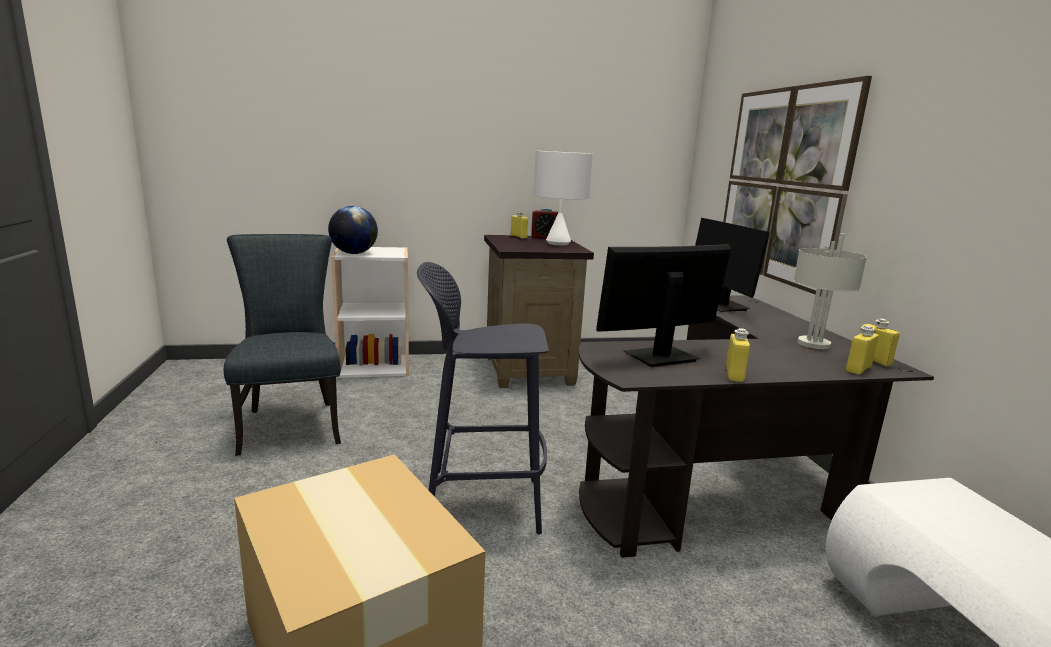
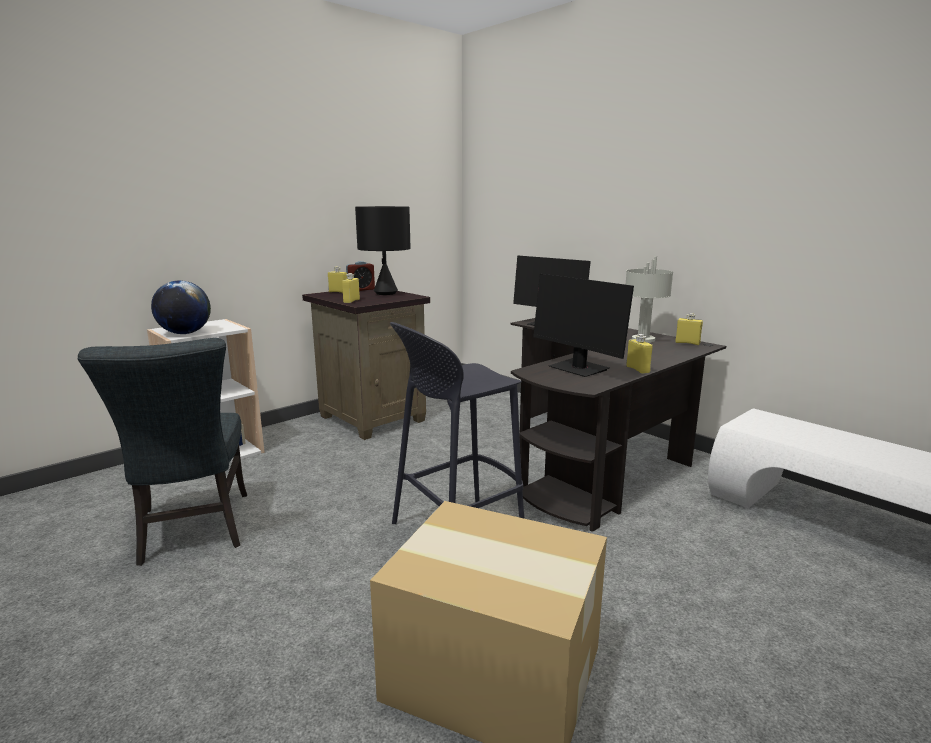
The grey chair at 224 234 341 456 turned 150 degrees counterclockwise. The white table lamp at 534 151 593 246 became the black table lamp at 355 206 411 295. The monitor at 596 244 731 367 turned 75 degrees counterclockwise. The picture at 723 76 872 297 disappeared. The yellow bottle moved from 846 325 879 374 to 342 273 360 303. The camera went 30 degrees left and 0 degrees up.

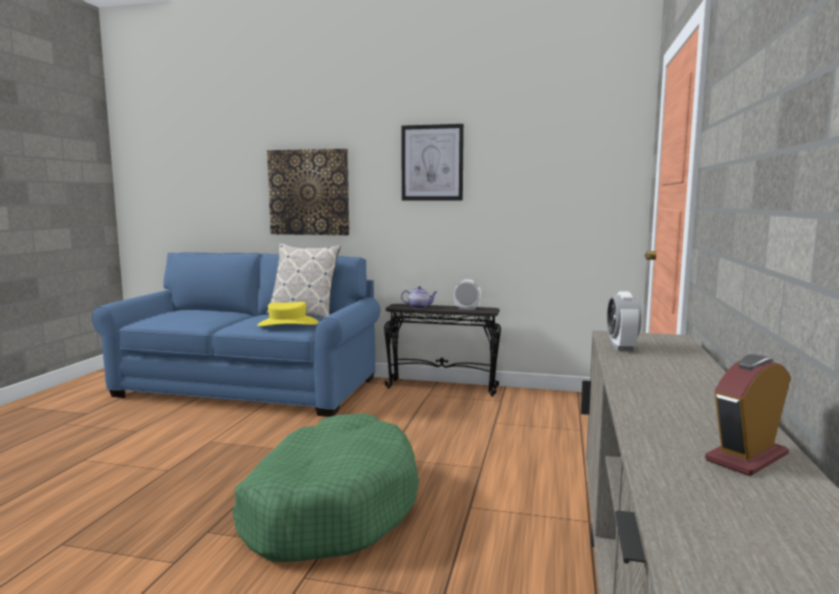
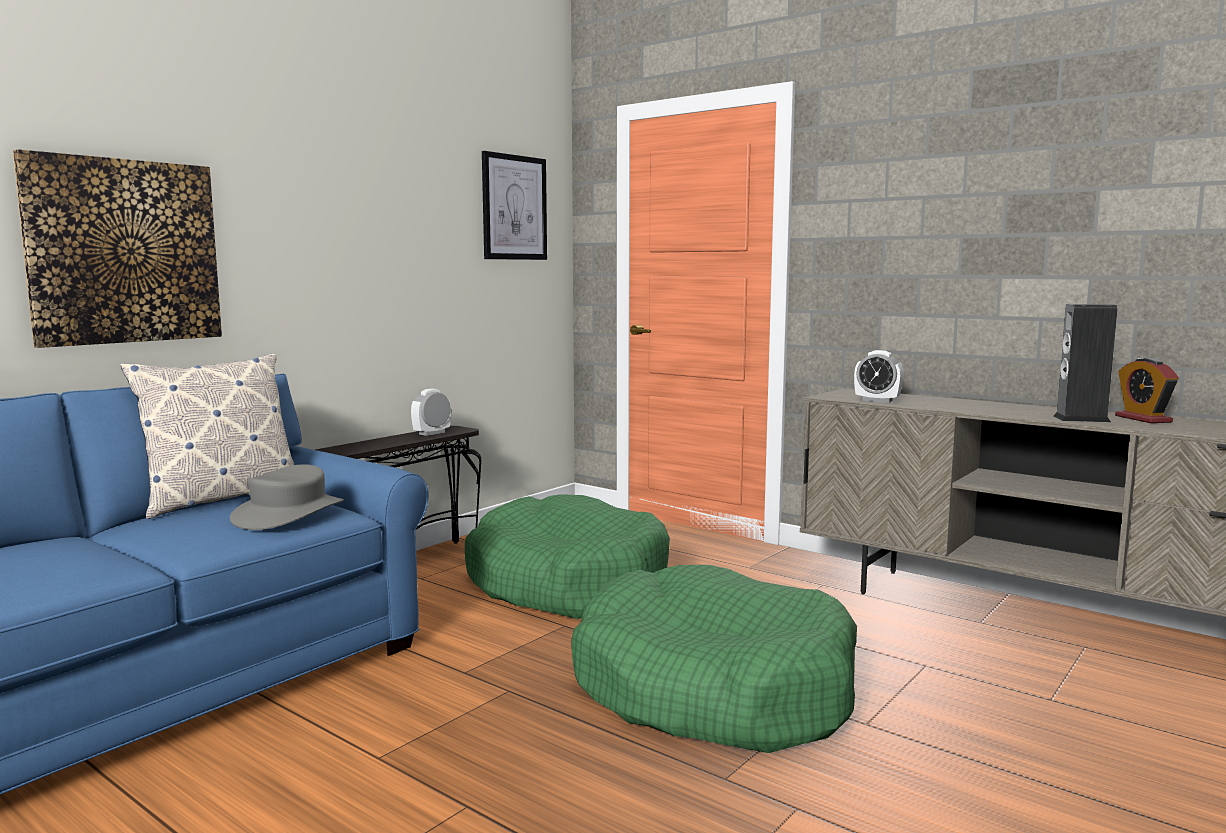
The yellow hat at 257 302 318 326 became the grey hat at 230 464 344 530. The picture moved from 401 124 464 200 to 482 151 547 260. The teapot at 401 286 437 309 disappeared. The green dog bed at 465 494 670 619 appeared. The speaker at 1054 304 1118 422 appeared. The camera went 65 degrees left and 0 degrees up.

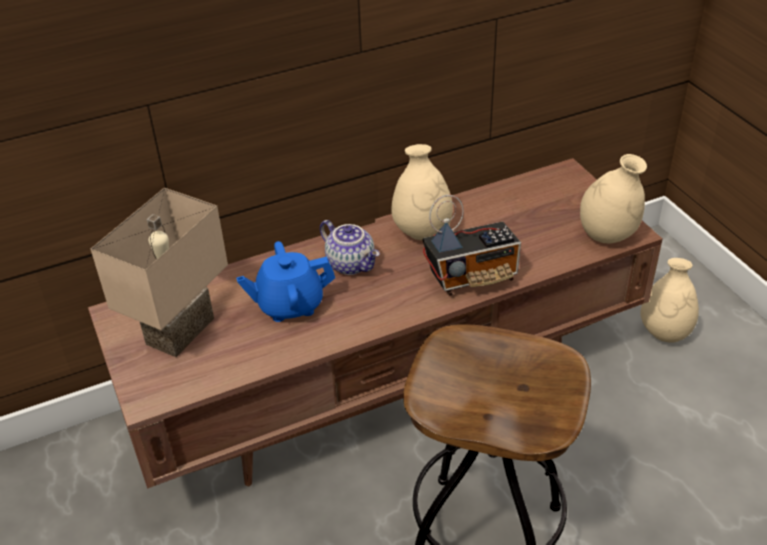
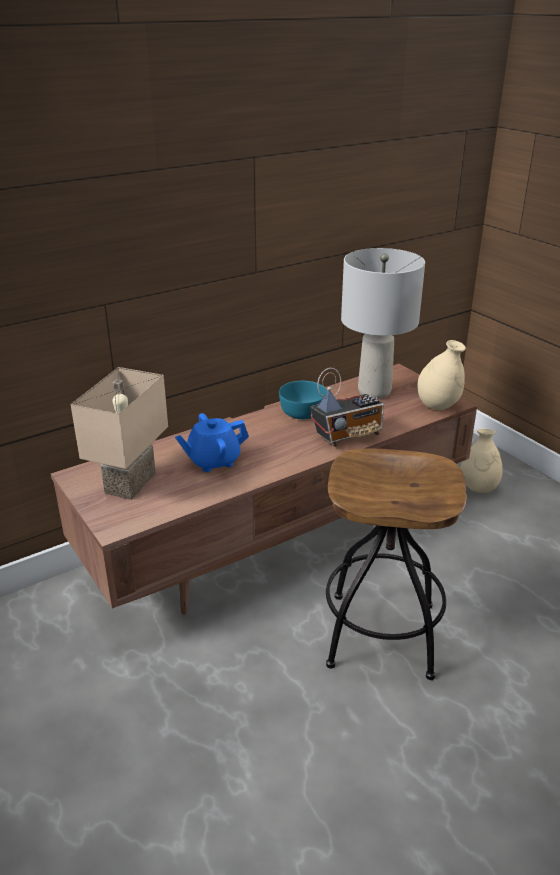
The teapot at 320 220 380 275 disappeared. The beige vase at 391 144 453 240 was replaced by the turquoise bowl at 279 381 327 419. The grey table lamp at 341 248 425 399 appeared. The camera went 10 degrees left and 10 degrees down.

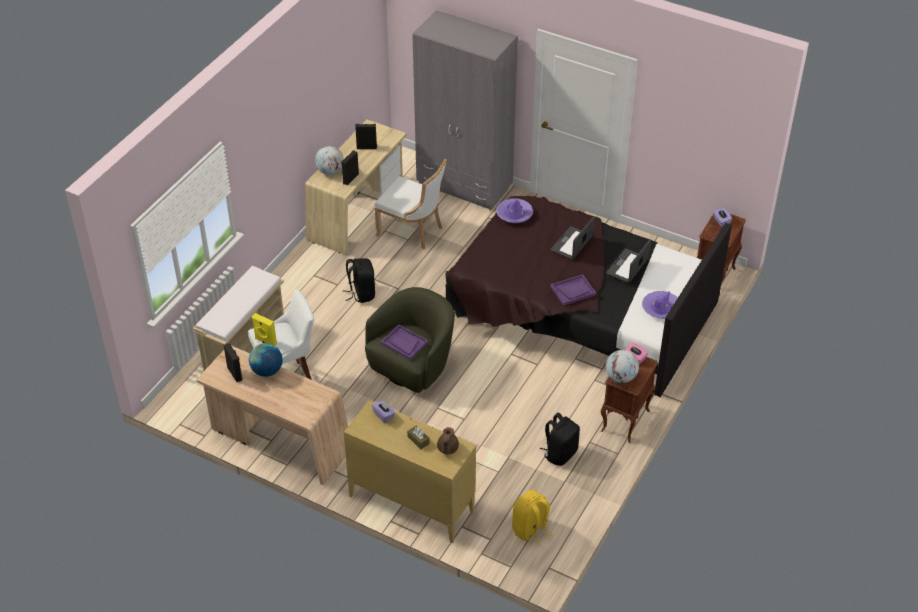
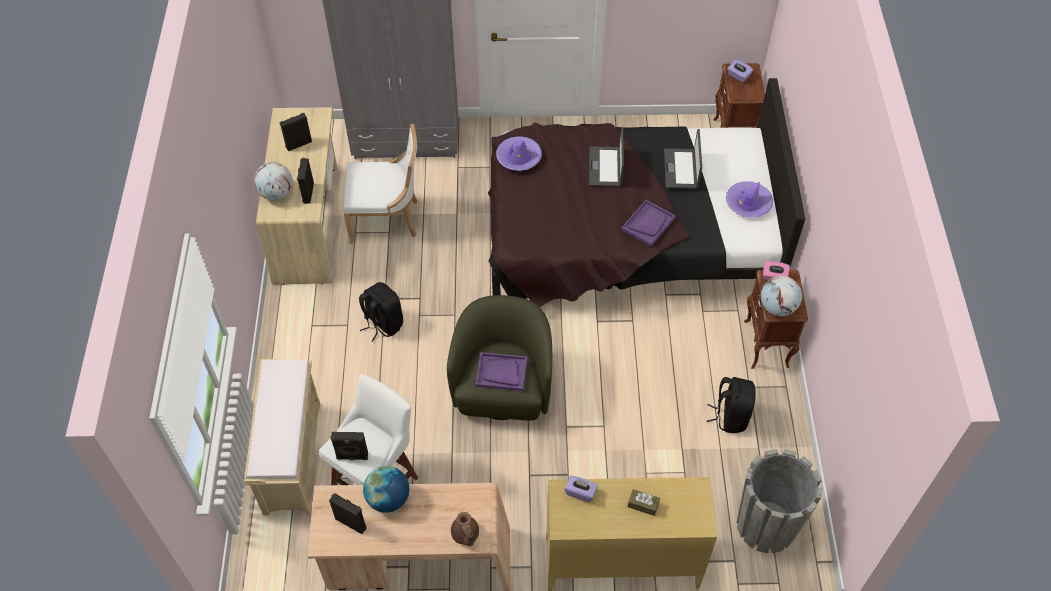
The yellow speaker at 252 313 277 346 became the black speaker at 330 432 368 460. The brown teapot moved from 437 427 459 454 to 451 512 479 546. The yellow backpack at 512 490 552 546 was replaced by the grey planter at 737 449 823 553. The camera went 30 degrees left and 10 degrees up.

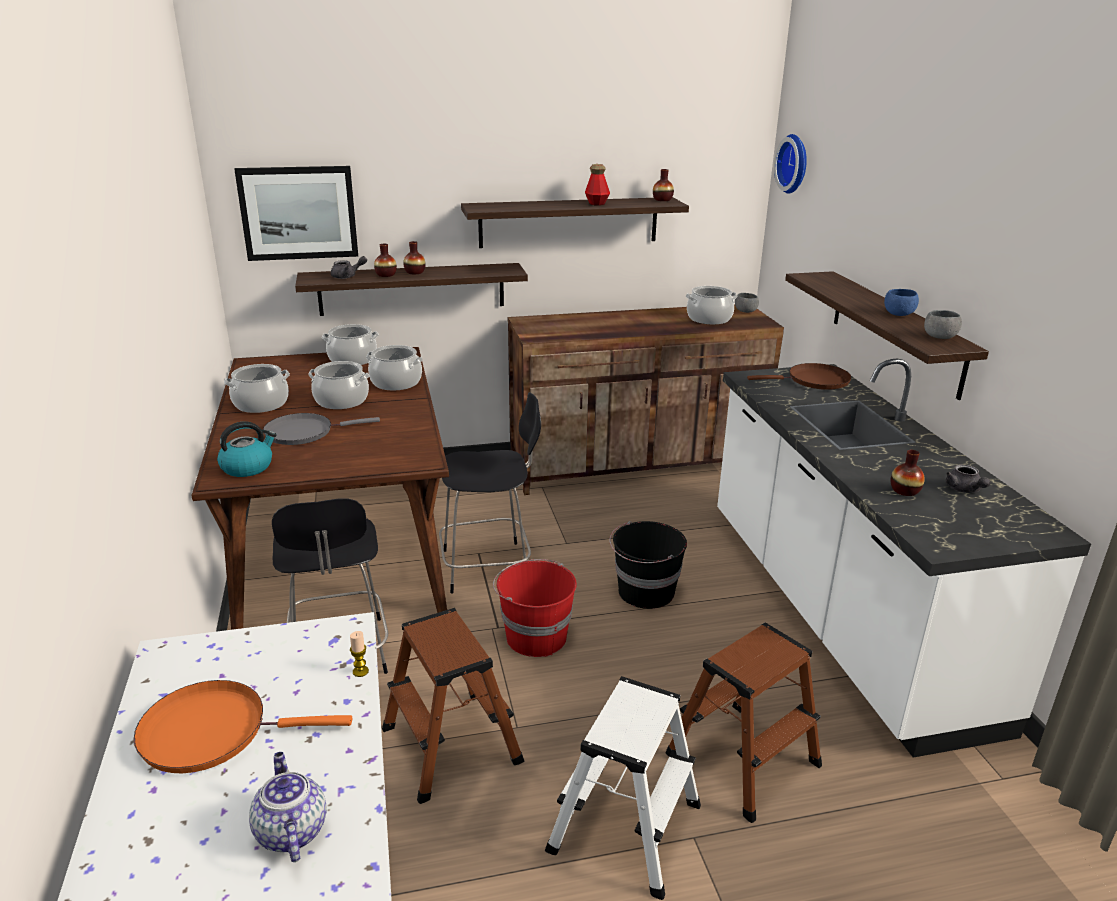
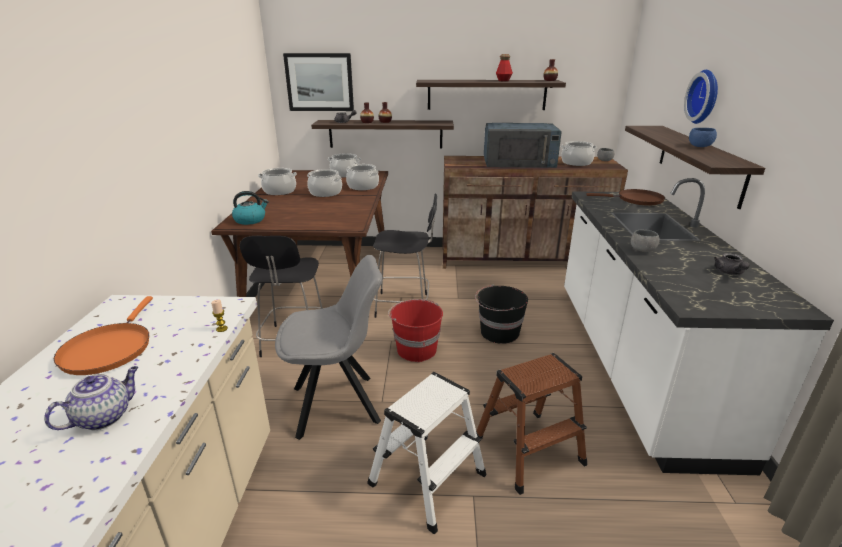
The orange frying pan at 134 680 352 773 turned 105 degrees counterclockwise. The teapot at 249 752 326 862 turned 45 degrees clockwise. The grey frying pan at 263 413 380 445 disappeared. The brown step ladder at 382 608 524 804 was replaced by the grey chair at 275 255 383 440. The wall clock moved from 774 134 807 194 to 684 70 718 124. The vase at 890 450 925 496 disappeared. The grey bowl moved from 924 310 962 339 to 631 229 660 252. The blue microwave at 484 123 562 168 appeared. The camera went 15 degrees right and 0 degrees up.

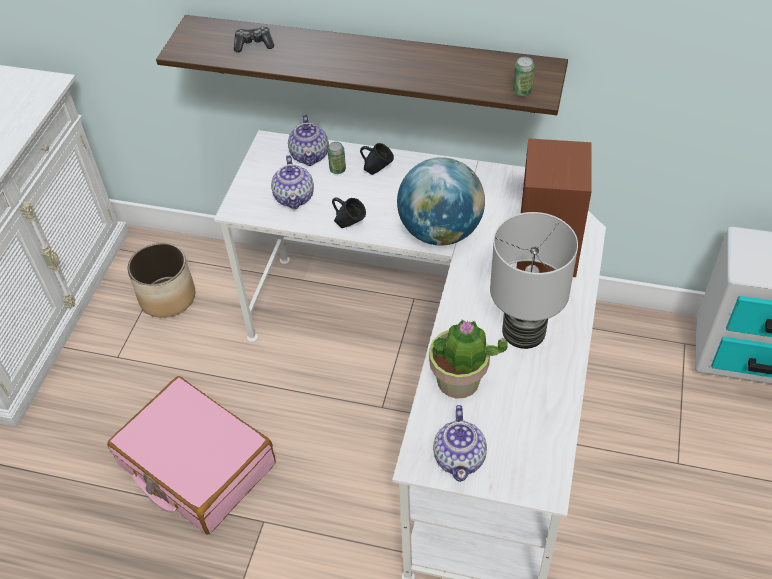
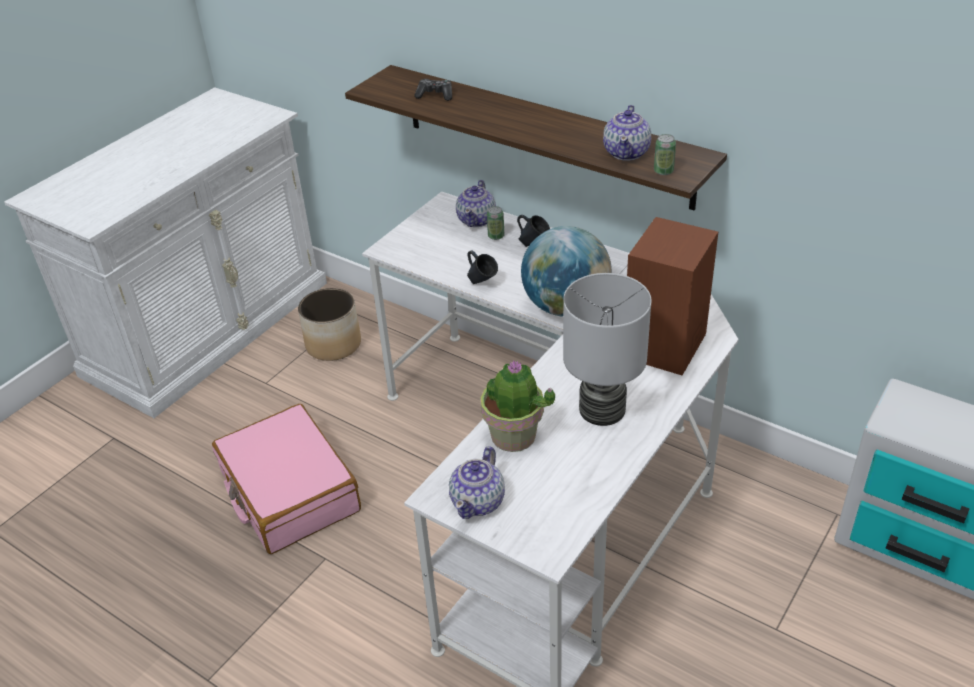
The teapot moved from 271 155 314 209 to 603 105 651 161. The camera went 20 degrees right and 10 degrees down.

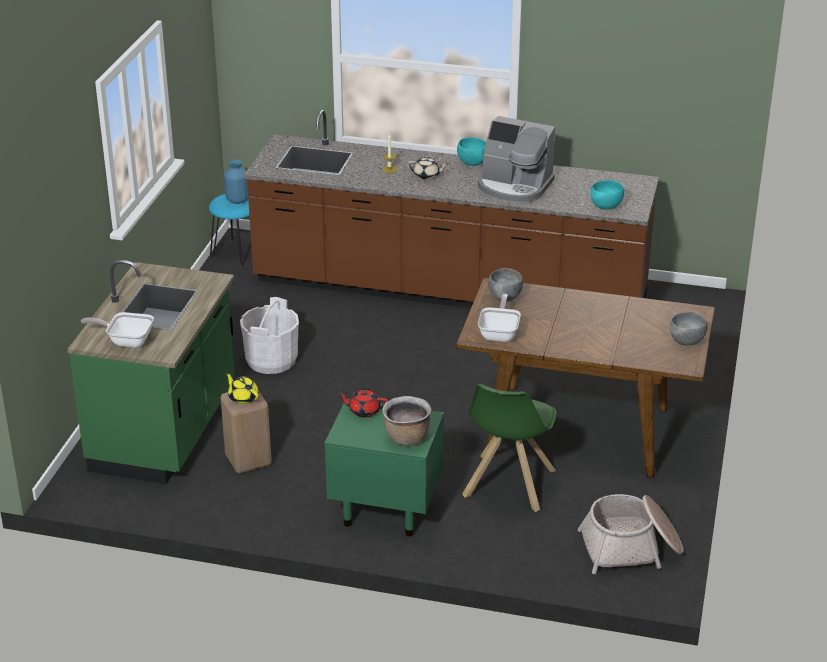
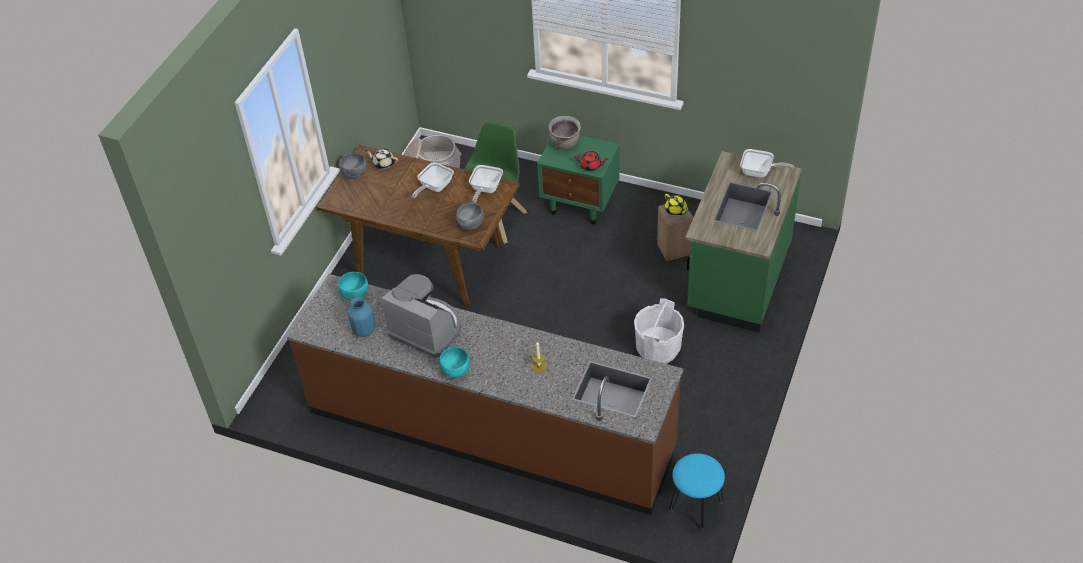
The blue vase moved from 224 159 249 204 to 348 297 376 337. The beige teapot moved from 407 157 449 180 to 365 149 398 169. The frying pan at 412 162 454 198 appeared. The camera went 170 degrees left and 15 degrees up.

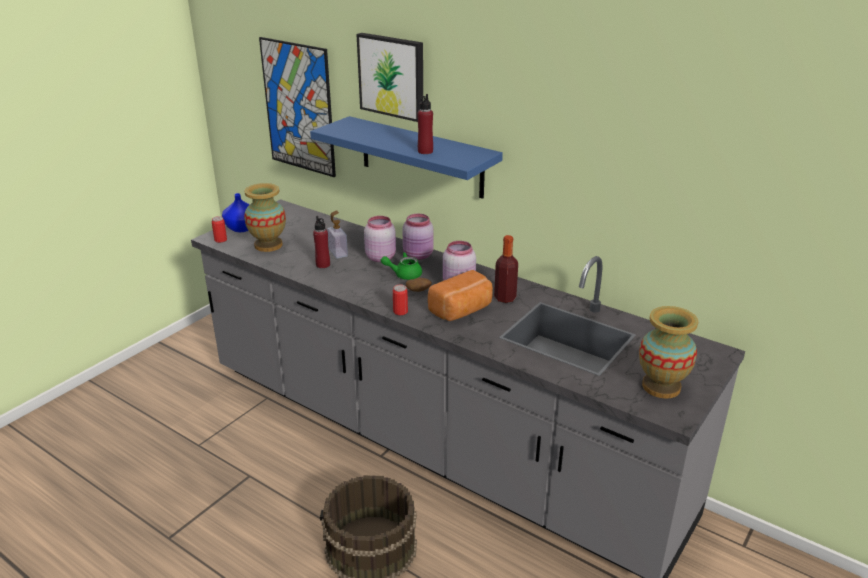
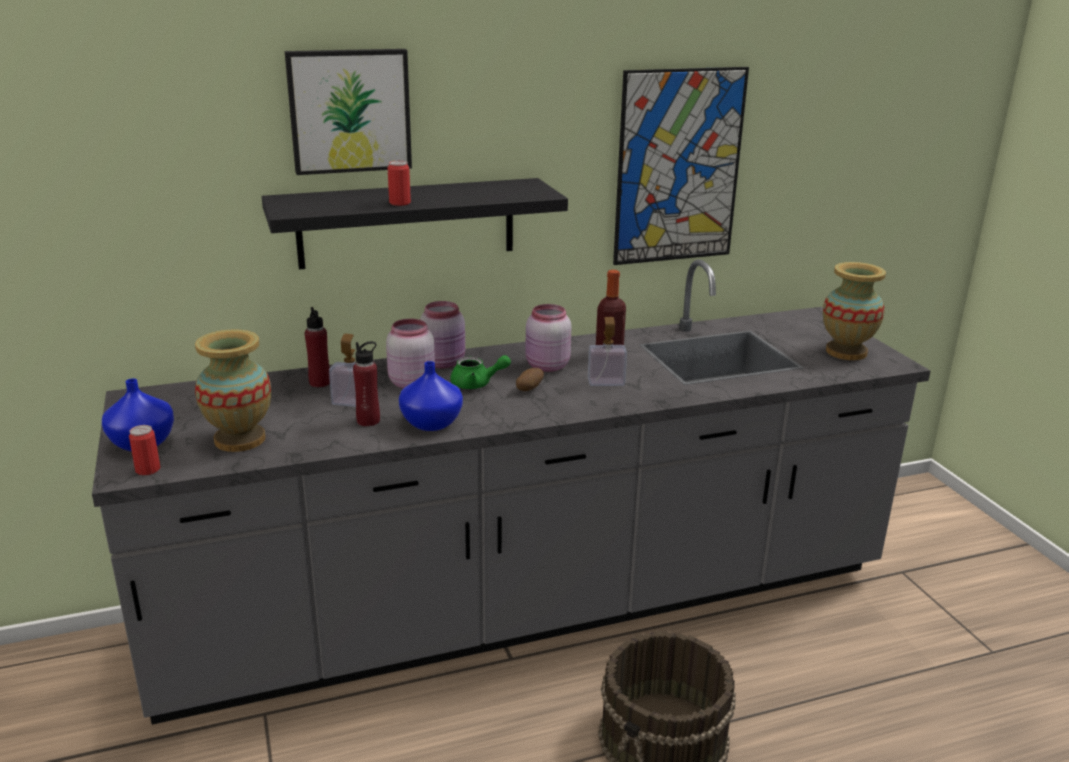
The picture moved from 259 37 336 177 to 613 67 749 265. The blue shelf at 310 116 503 199 became the black shelf at 262 178 568 269. The green teapot at 381 252 422 280 turned 120 degrees counterclockwise. The can moved from 393 284 408 315 to 388 161 411 206. The red bottle moved from 417 94 433 154 to 305 307 330 387. The bread at 428 270 493 321 was replaced by the soap dispenser at 588 317 627 386. The blue vase at 399 361 463 431 appeared. The camera went 55 degrees left and 5 degrees down.

